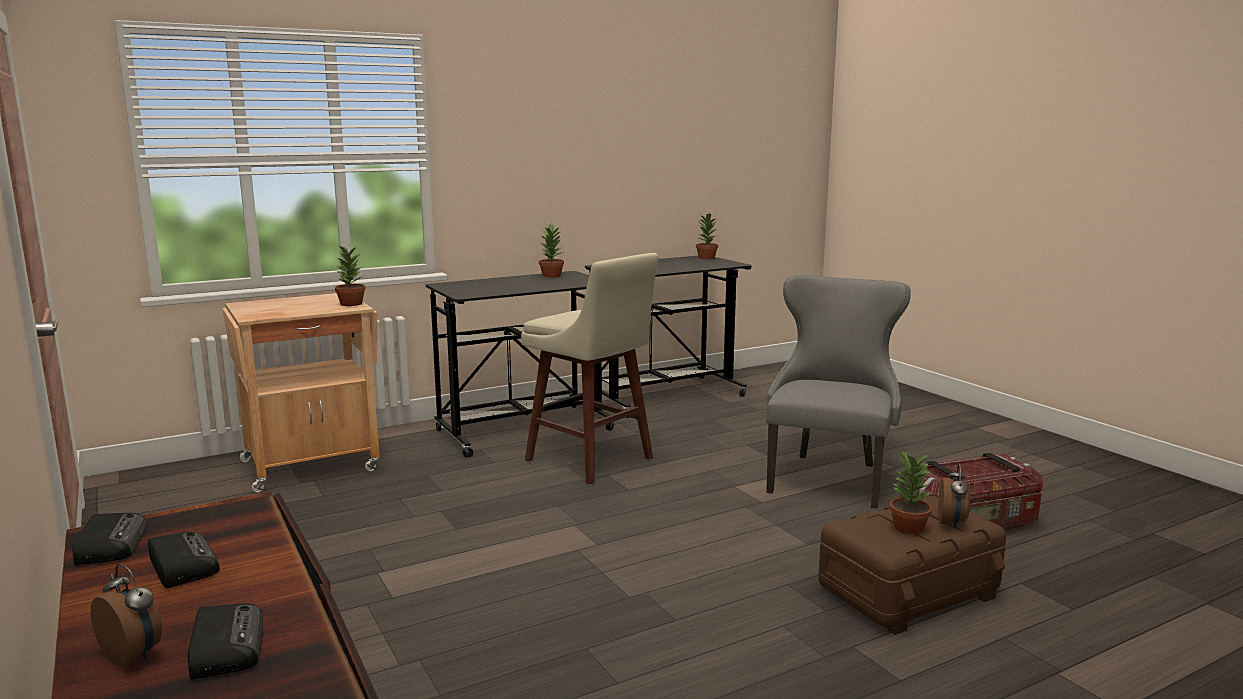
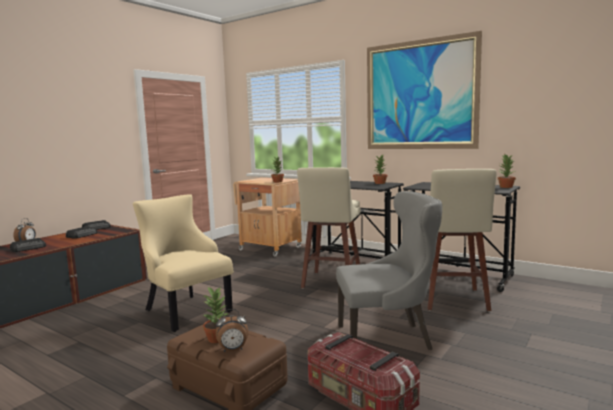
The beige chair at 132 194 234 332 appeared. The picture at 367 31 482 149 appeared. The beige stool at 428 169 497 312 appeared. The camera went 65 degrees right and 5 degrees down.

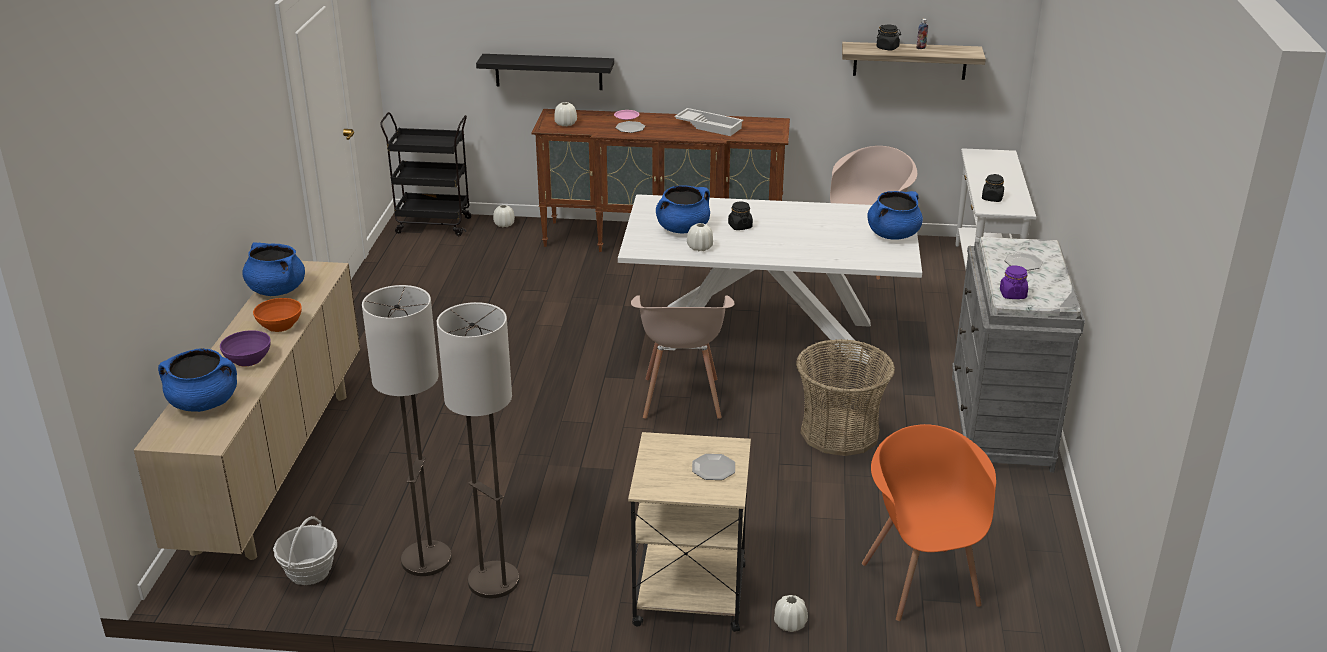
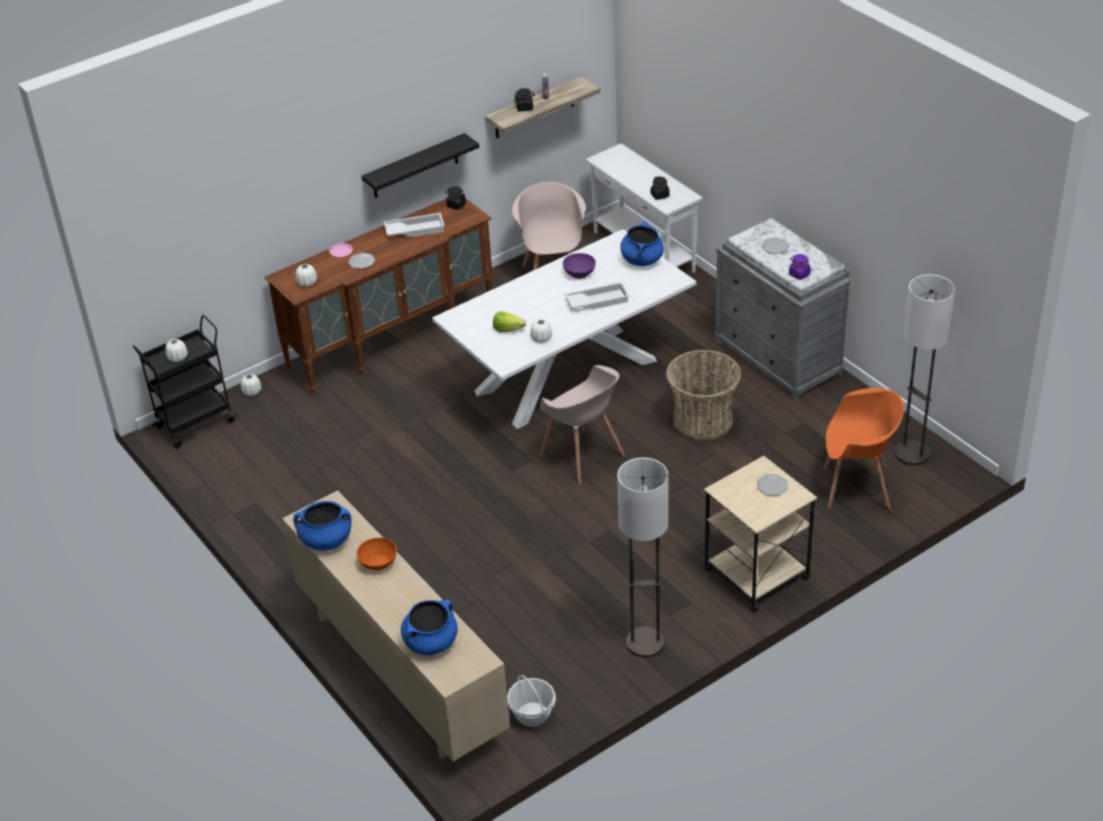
The purple bowl moved from 220 330 271 367 to 563 253 596 279. The floor lamp moved from 362 285 452 576 to 895 274 955 465. The black shelf moved from 476 54 614 90 to 362 133 479 198. The blue cooking pot at 656 185 710 233 was replaced by the lettuce at 493 311 526 332. The black jar moved from 728 202 753 230 to 445 186 466 210. The white vase moved from 774 595 808 632 to 165 339 188 362. The orange chair at 862 424 996 621 turned 150 degrees clockwise. The white tray at 564 282 629 309 appeared. The camera went 40 degrees left and 10 degrees up.

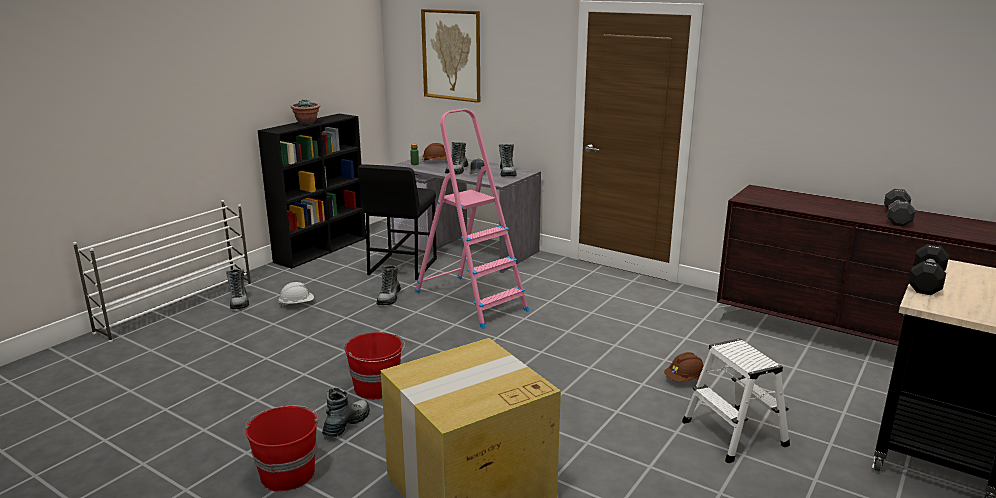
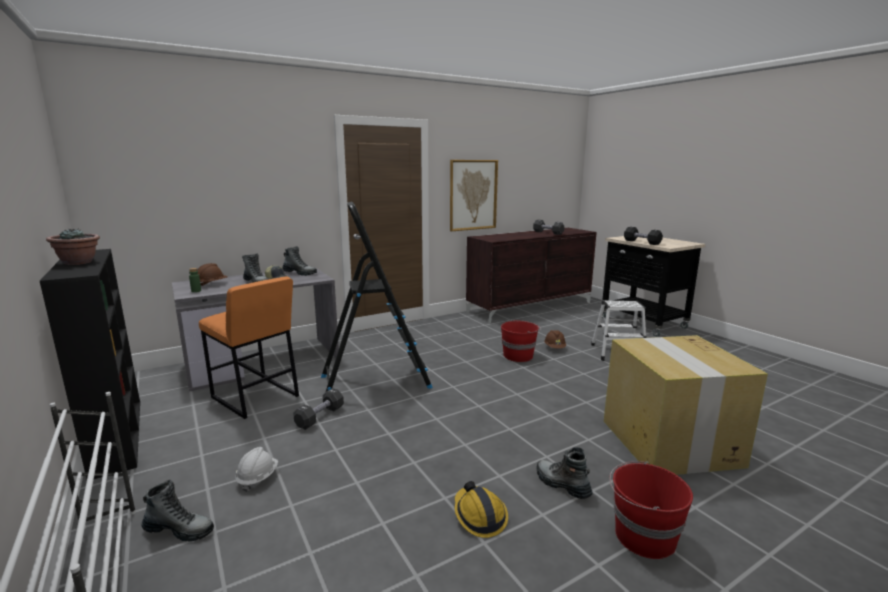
The red bucket moved from 345 332 405 399 to 501 320 541 362. The black stool at 357 164 437 280 became the orange stool at 199 277 299 419. The boot at 376 265 401 305 was replaced by the black dumbbell at 293 388 344 430. The pink step ladder at 415 109 529 329 became the black step ladder at 321 201 433 392. The picture moved from 421 9 480 103 to 450 160 498 231. The hard hat at 455 481 508 538 appeared. The camera went 65 degrees left and 5 degrees down.

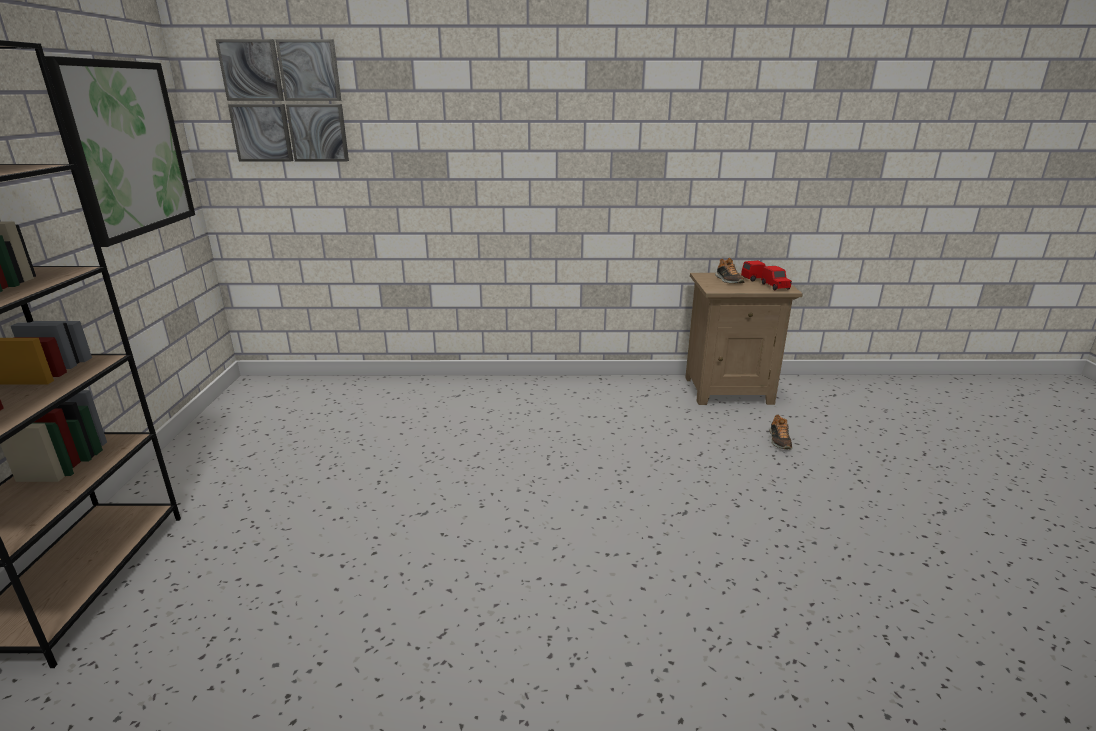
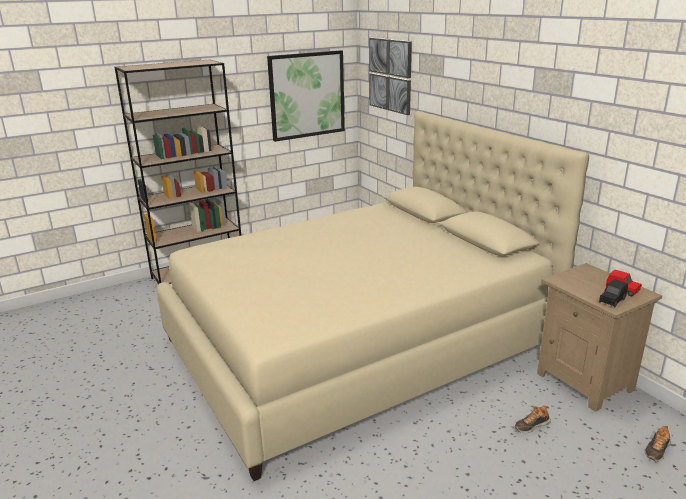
The shoe moved from 715 258 745 284 to 645 426 671 462. The red toy car at 761 266 792 291 became the black toy car at 599 279 628 307. The beige bed at 157 111 589 481 appeared. The camera went 60 degrees right and 0 degrees up.

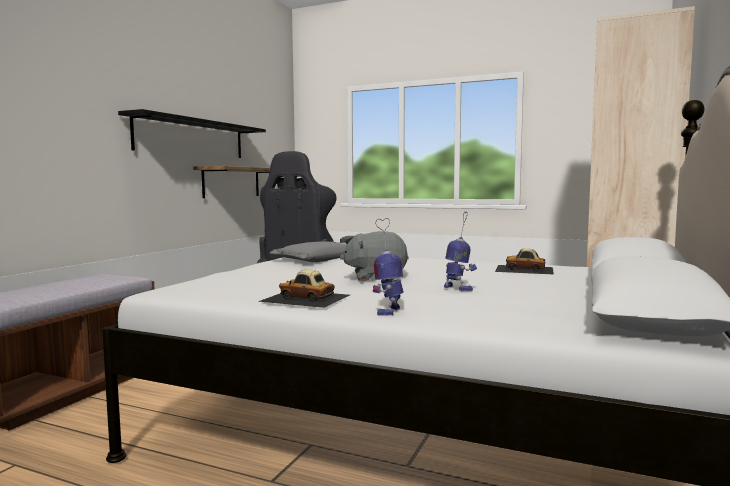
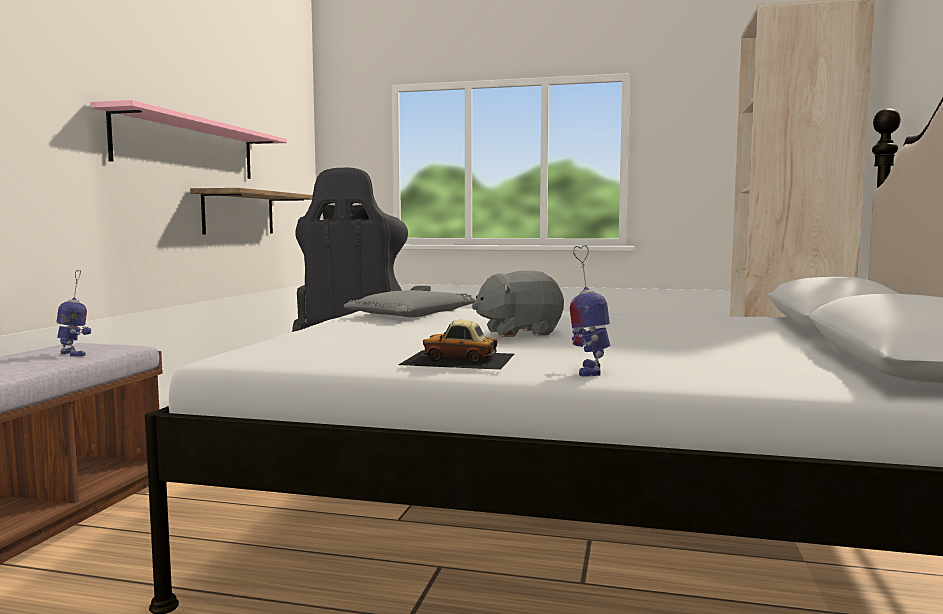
The black shelf at 118 109 266 158 became the pink shelf at 90 100 287 179. The toy robot moved from 444 212 477 291 to 56 270 91 357. The toy car at 495 248 554 275 disappeared. The camera went 10 degrees left and 0 degrees up.

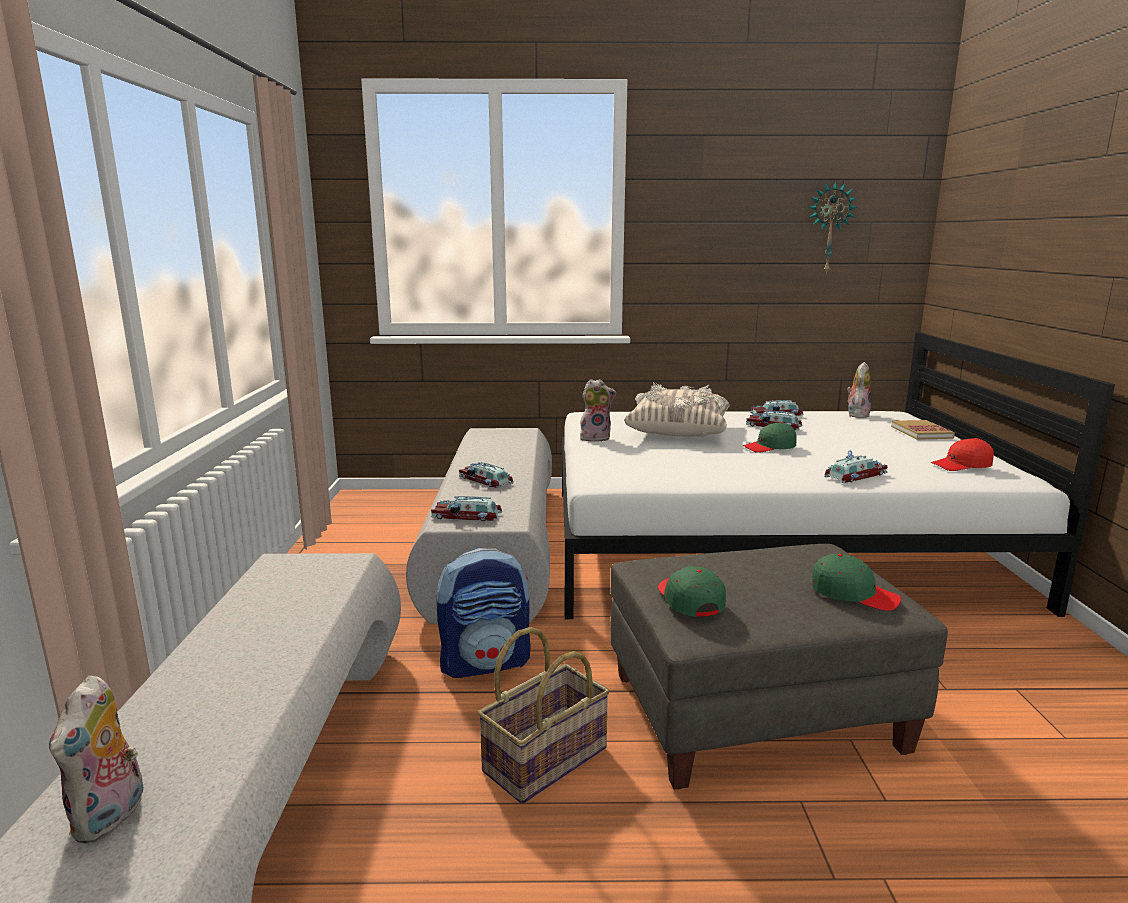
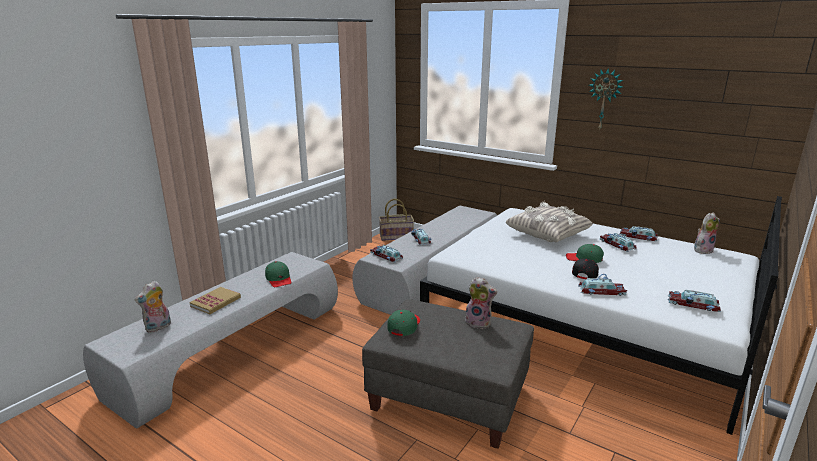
The backpack at 436 548 531 678 disappeared. The basket moved from 478 627 610 804 to 379 199 414 241. The plush toy moved from 580 379 616 442 to 465 277 497 329. The wall clock moved from 808 181 858 275 to 589 69 623 131. The green cap moved from 812 554 901 611 to 265 261 291 287. The book moved from 891 420 955 440 to 189 287 241 314. The red cap at 930 438 994 471 was replaced by the toy car at 668 290 721 312. The black cap at 572 258 599 279 appeared. The camera went 35 degrees right and 5 degrees up.

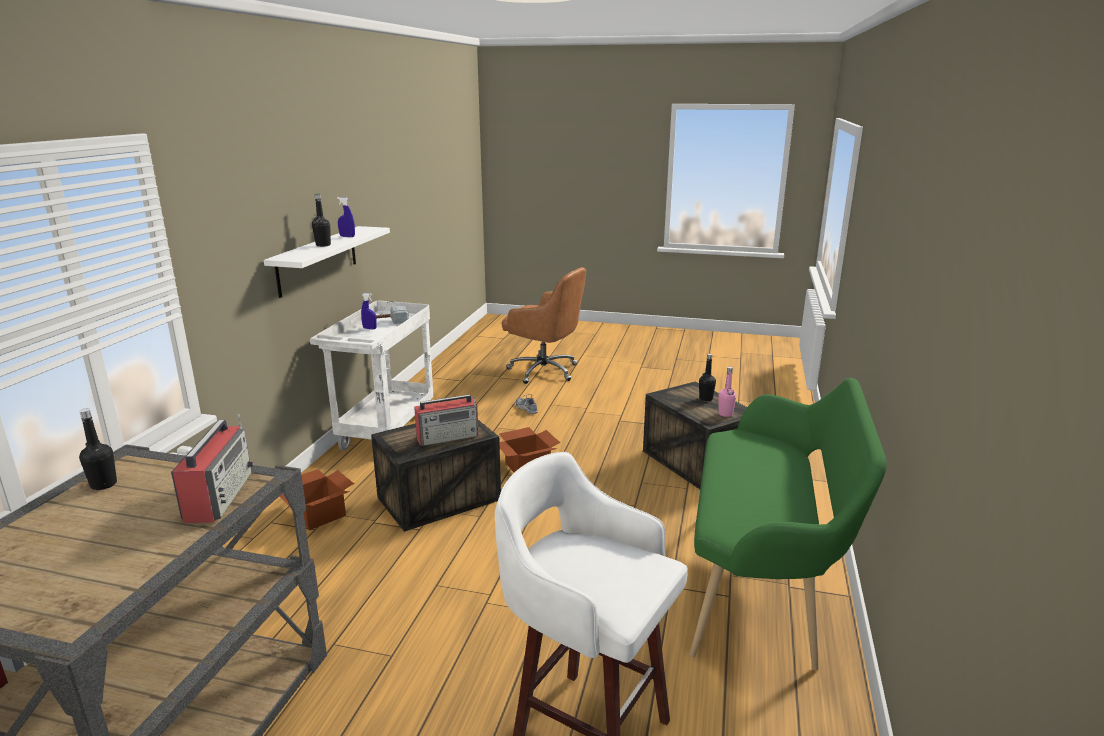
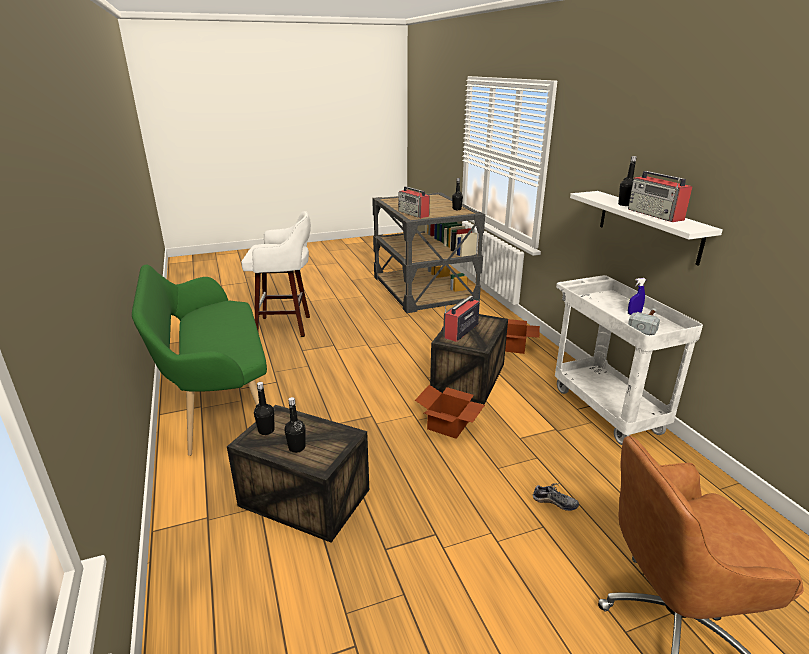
The blue spray bottle at 337 197 355 237 was replaced by the radio at 628 171 693 222. The pink bottle at 719 367 736 417 became the black bottle at 254 382 275 435. The camera went 145 degrees right and 5 degrees up.

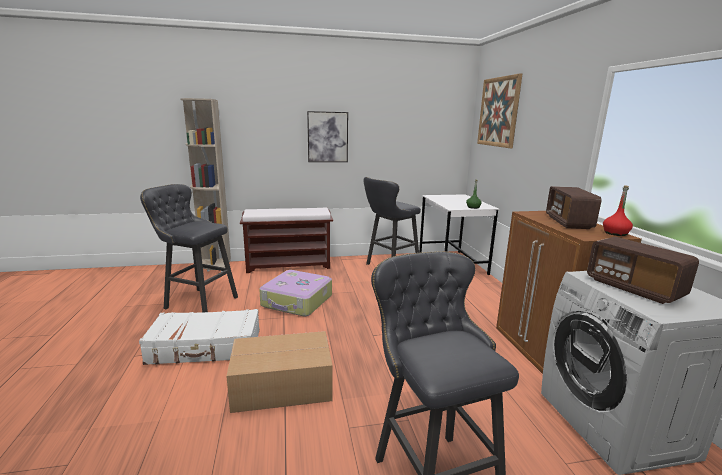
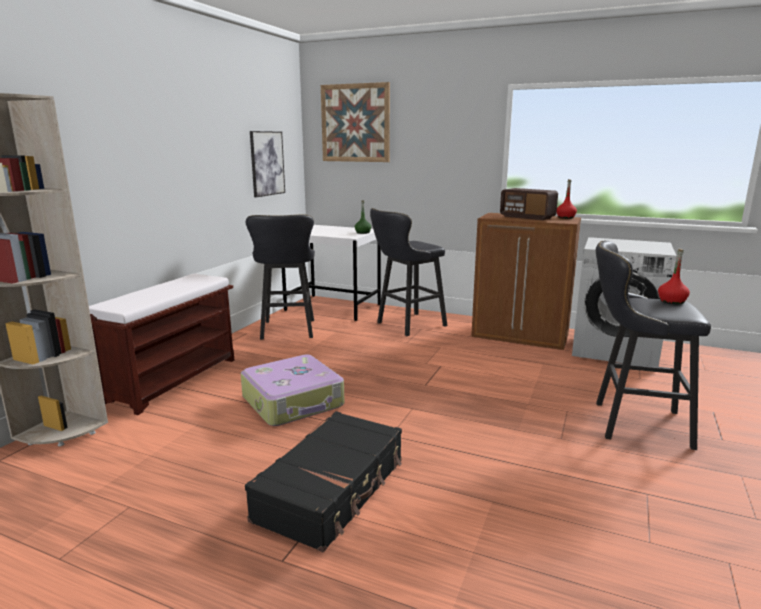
The white suitcase at 139 309 260 365 became the black suitcase at 245 411 402 552. The black stool moved from 140 184 238 312 to 370 208 447 336. The cardboard box at 226 331 333 413 disappeared. The picture moved from 307 111 348 162 to 250 131 285 197. The radio at 587 237 699 304 disappeared. The red bottle at 658 248 690 304 appeared. The camera went 55 degrees left and 0 degrees up.

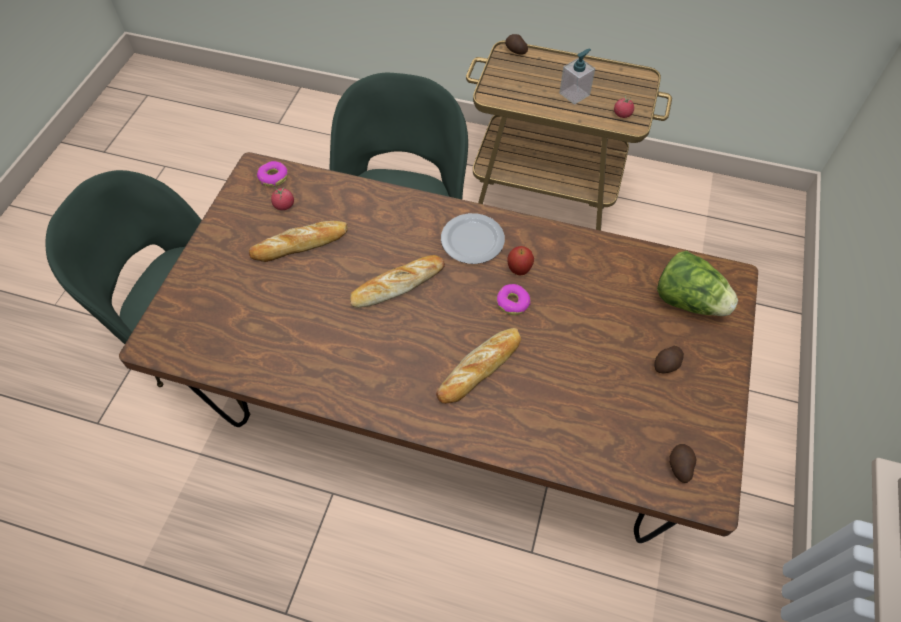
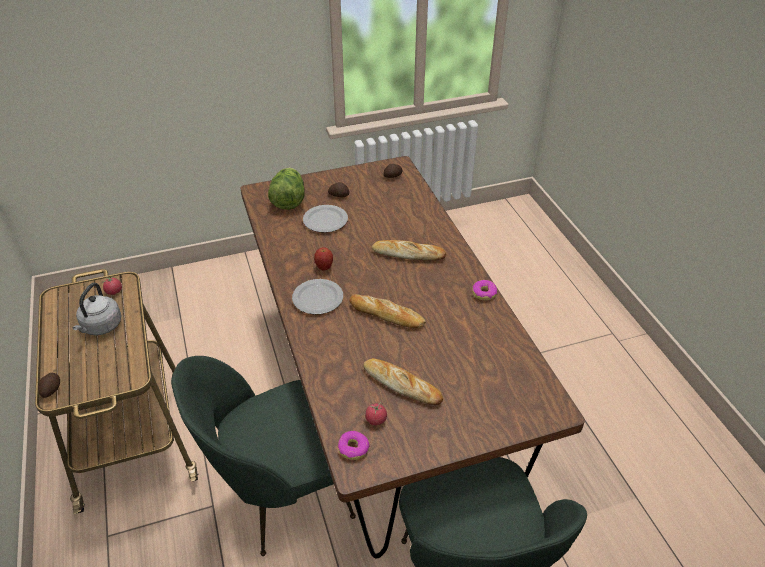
The donut moved from 496 284 531 315 to 472 280 497 300. The soap dispenser at 559 48 595 105 was replaced by the grey kettle at 72 283 122 335. The plate at 303 205 348 232 appeared. The camera went 125 degrees left and 15 degrees down.

